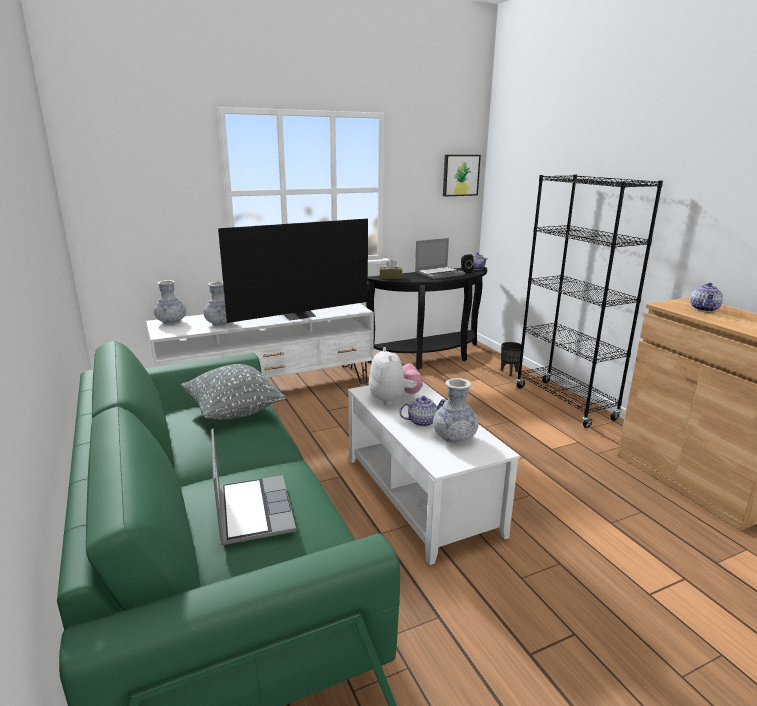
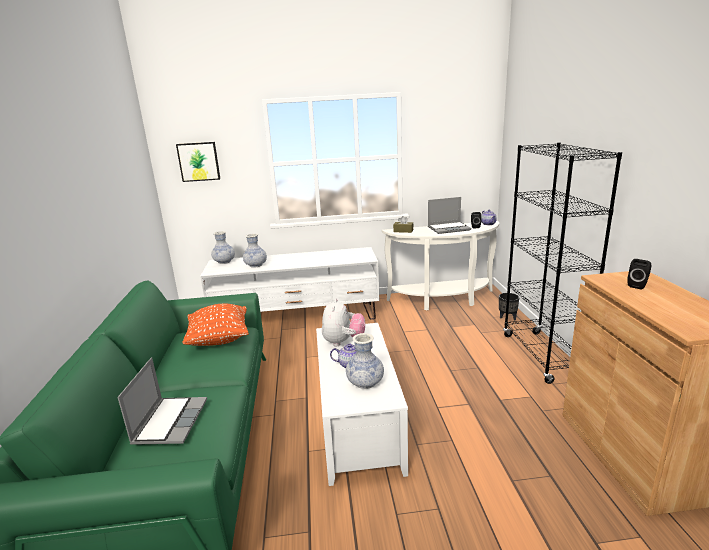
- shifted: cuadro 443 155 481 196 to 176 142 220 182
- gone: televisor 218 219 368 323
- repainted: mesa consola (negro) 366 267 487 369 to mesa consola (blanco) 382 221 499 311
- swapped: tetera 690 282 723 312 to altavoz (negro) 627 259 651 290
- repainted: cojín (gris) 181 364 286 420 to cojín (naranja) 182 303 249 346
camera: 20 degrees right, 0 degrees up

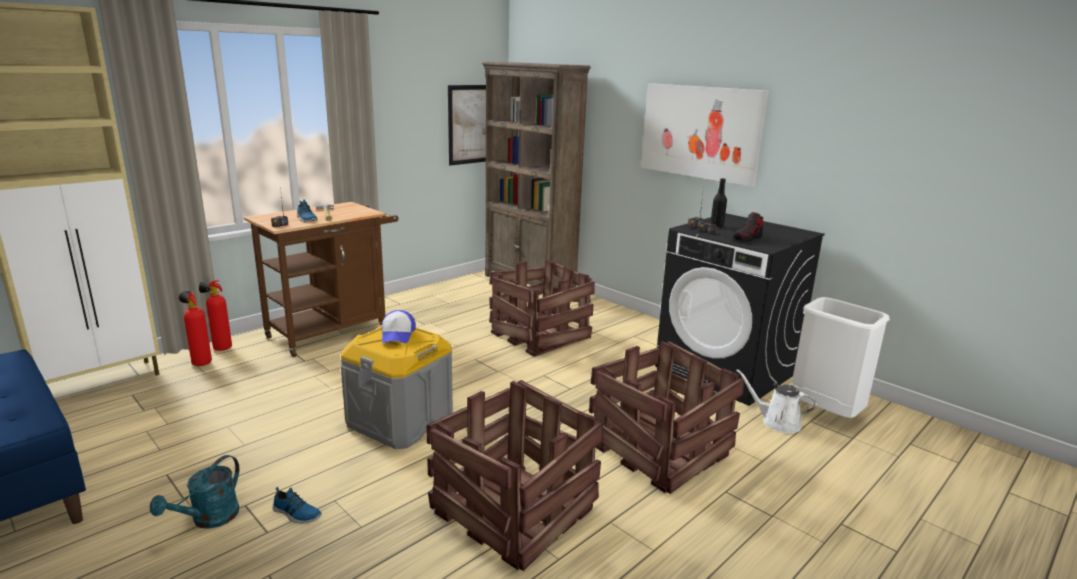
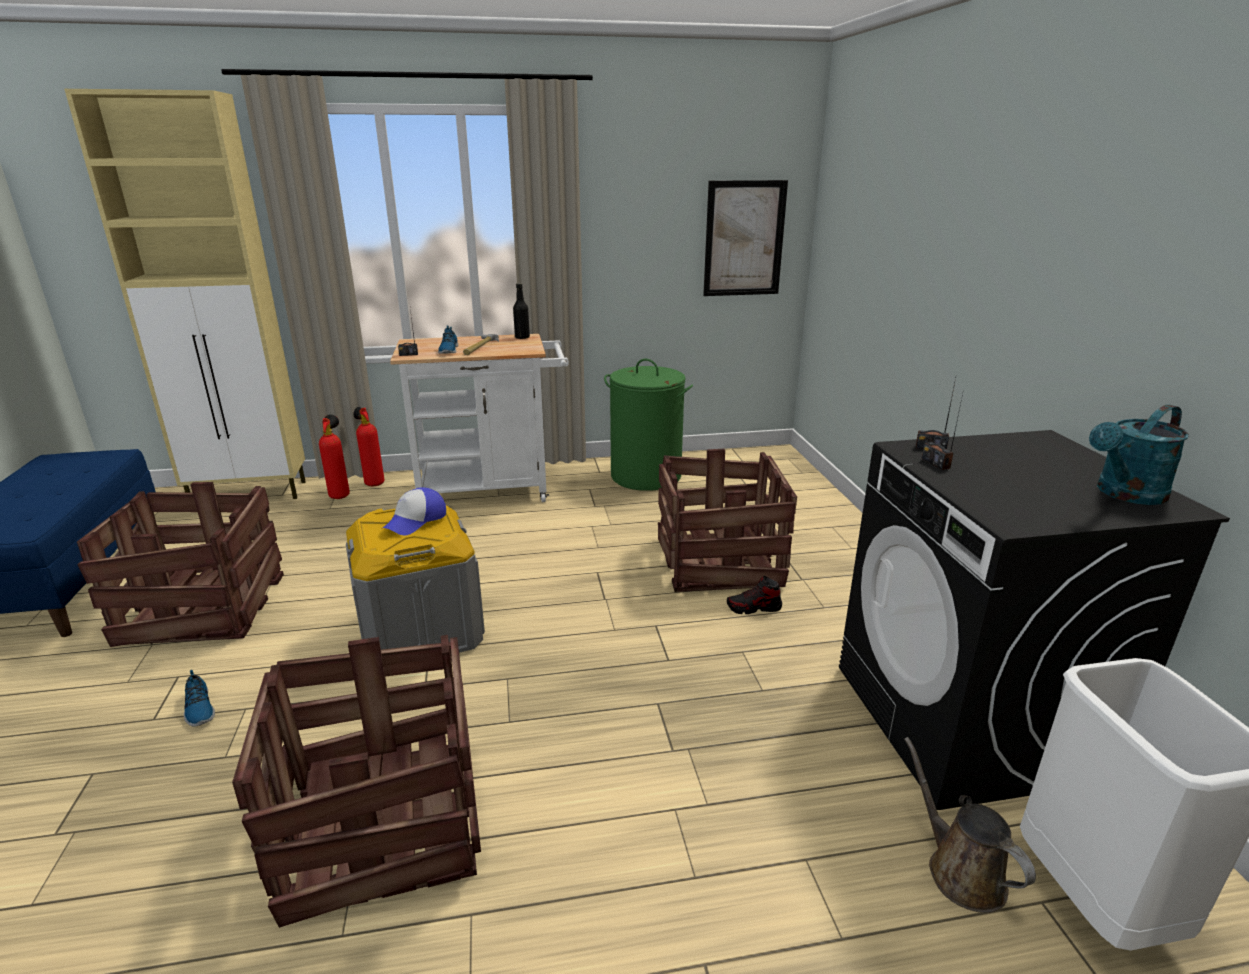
- gone: estantería (marrón) 482 62 591 288
- gone: cuadro 641 83 769 187
- shifted: botella (negro) 710 178 727 227 to 513 283 530 339
- repainted: carrito (marrón) 244 202 398 357 to carrito (blanco) 390 334 569 502
- shifted: zapato 733 212 763 242 to 727 576 782 614
- shifted: caja de embalaje 589 341 744 494 to 77 482 284 647
- repainted: regadera (blanco) 736 369 816 433 to regadera (marrón) 904 737 1036 913
- shifted: regadera (turquesa) 150 455 239 529 to 1089 404 1189 505
- new: cesto de la ropa (verde) 604 359 693 491
camera: 35 degrees right, 5 degrees up

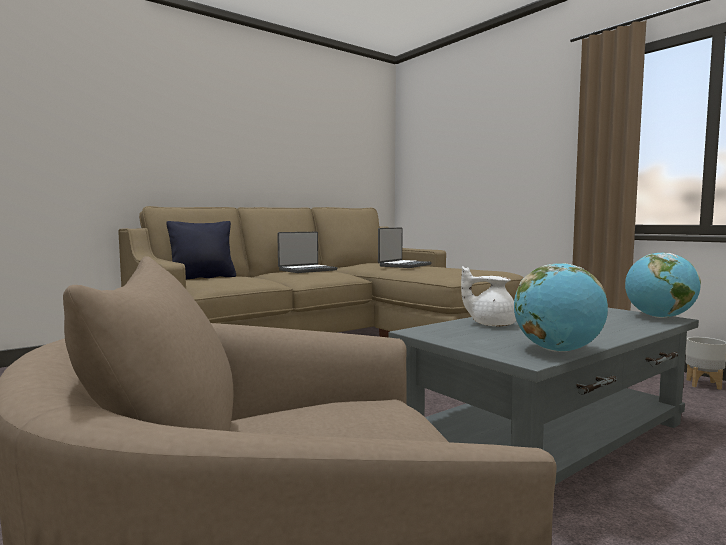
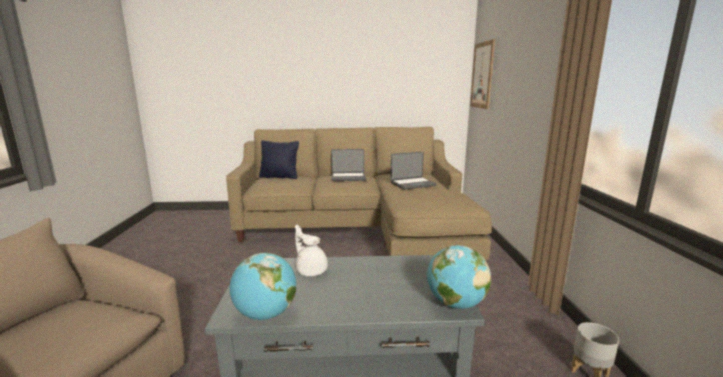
- new: cuadro 470 39 495 109
camera: 35 degrees right, 10 degrees up

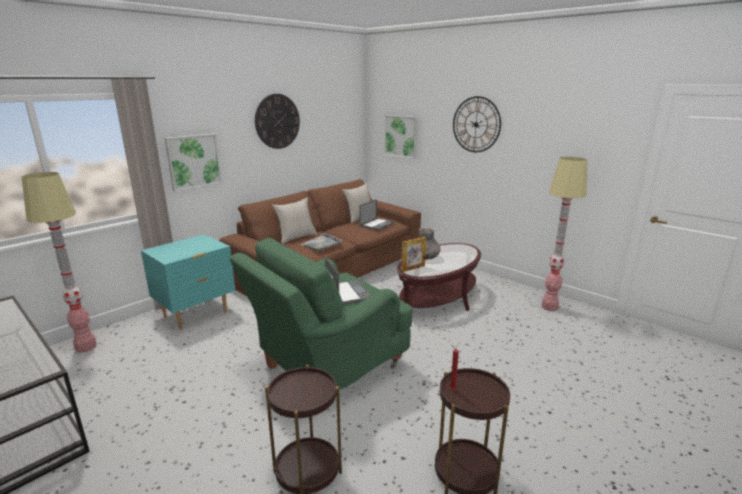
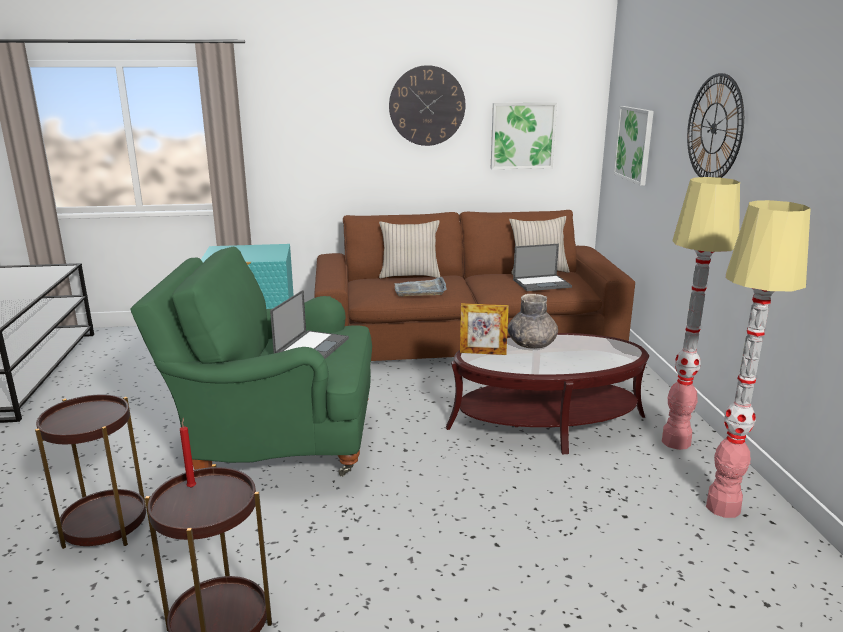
- shifted: cuadro 165 133 222 192 to 491 103 557 169
- shifted: lámpara de pie 22 172 97 353 to 662 177 740 450
camera: 40 degrees right, 0 degrees up

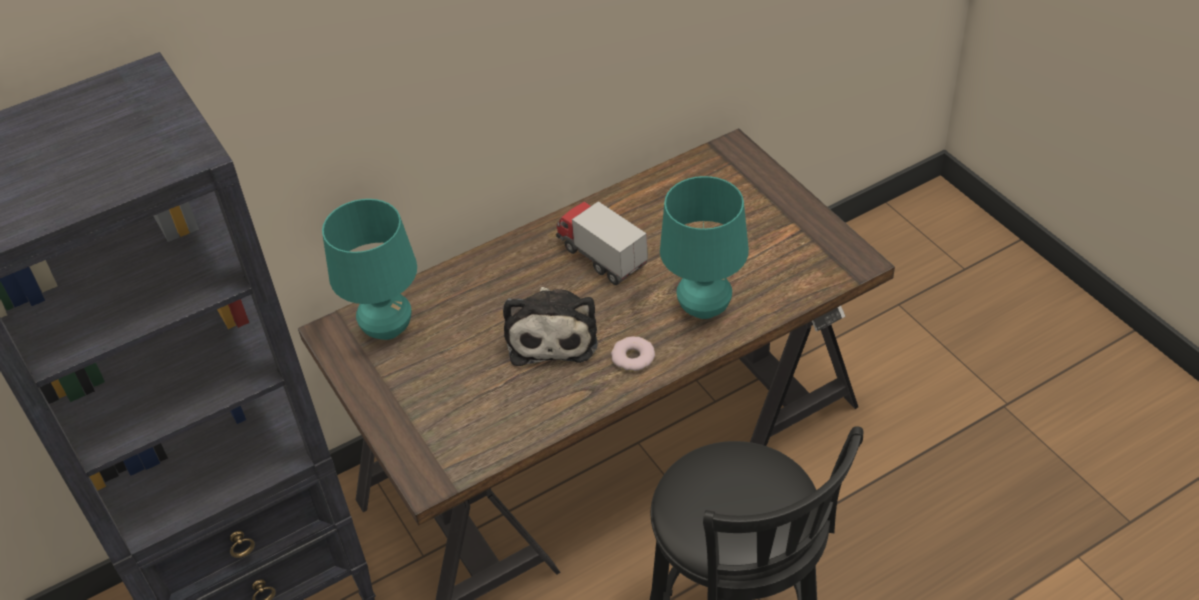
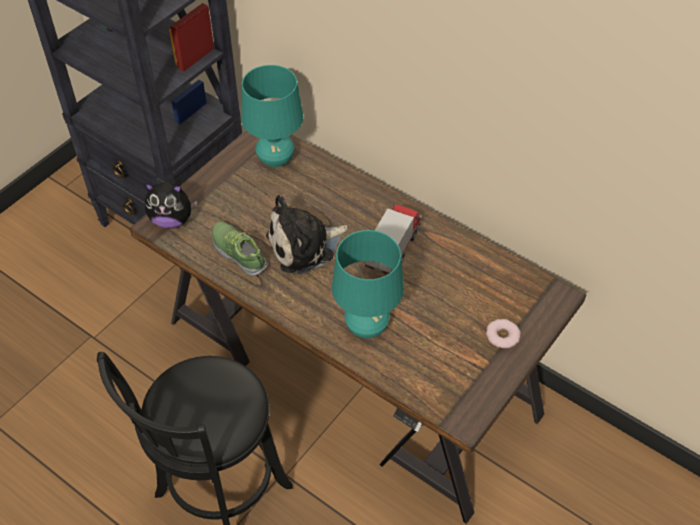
- shifted: rosquilla 611 336 655 371 to 486 319 521 348
- new: peluche 145 182 197 229
- new: zapato 212 222 268 277
camera: 65 degrees right, 5 degrees up

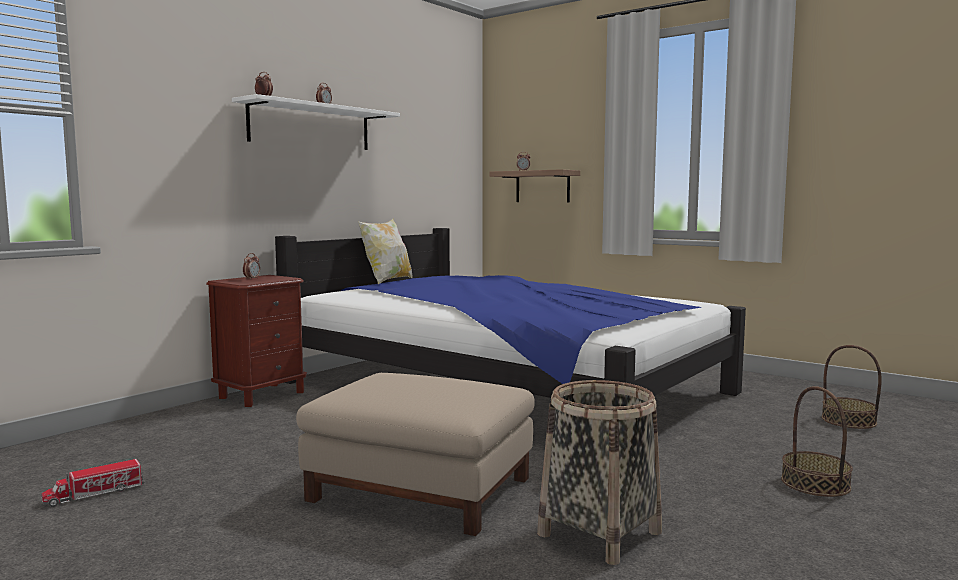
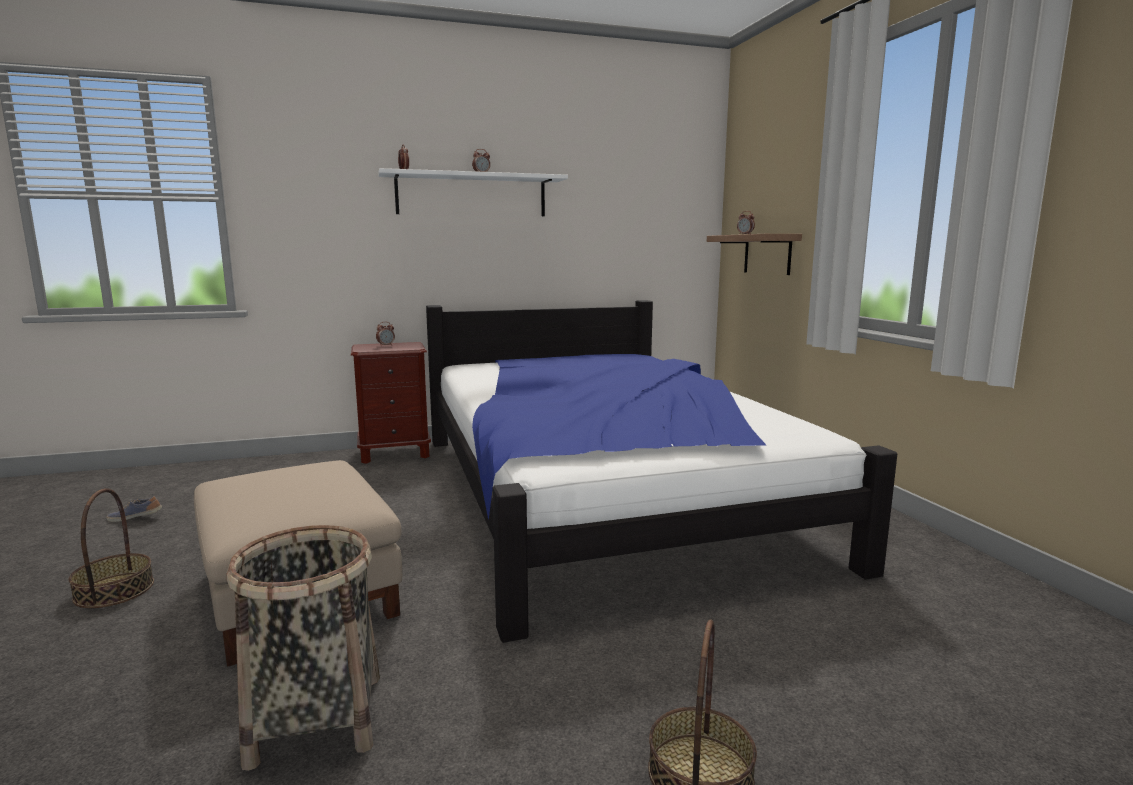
- gone: cojín 358 219 413 285
- shifted: cesta 822 345 882 429 to 69 488 154 608
- swapped: camión de juguete 41 459 145 507 to zapato 106 496 162 522
camera: 35 degrees right, 5 degrees up

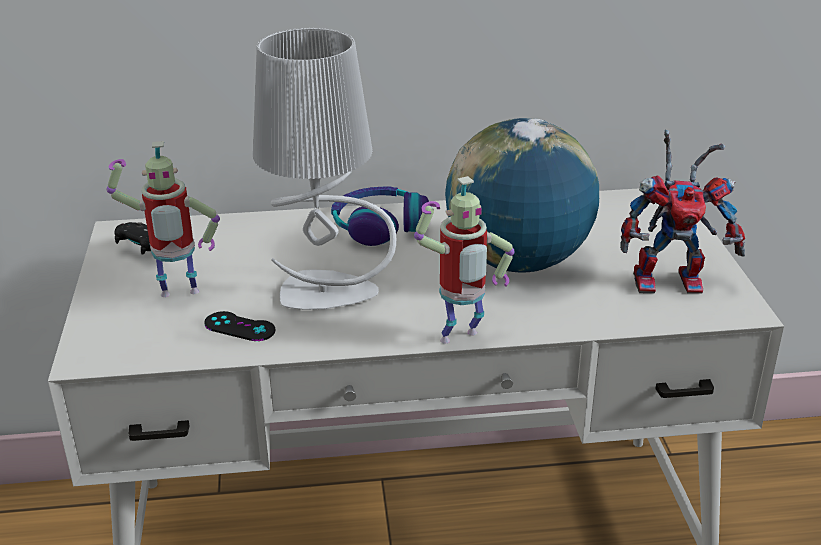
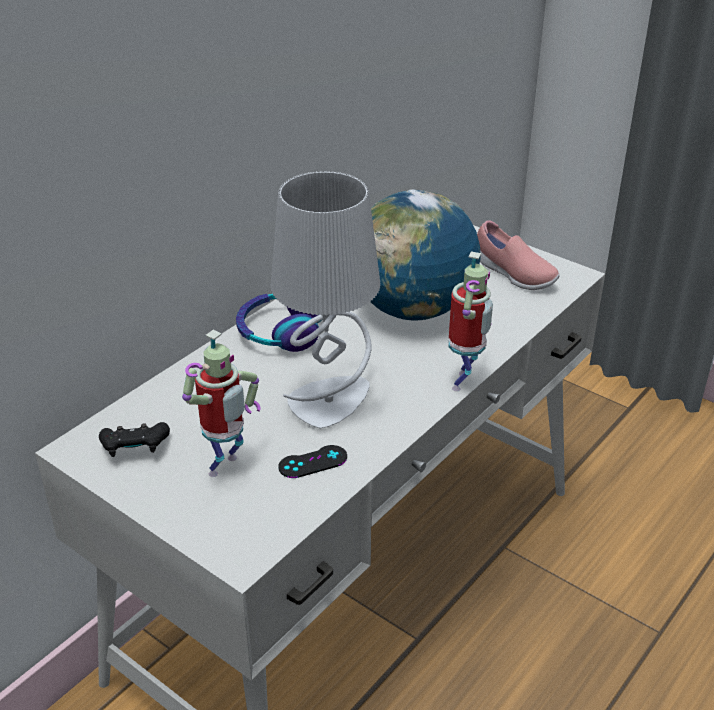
- swapped: robot de juguete 620 130 745 294 to zapato (rosa) 477 220 560 290
camera: 45 degrees left, 5 degrees up

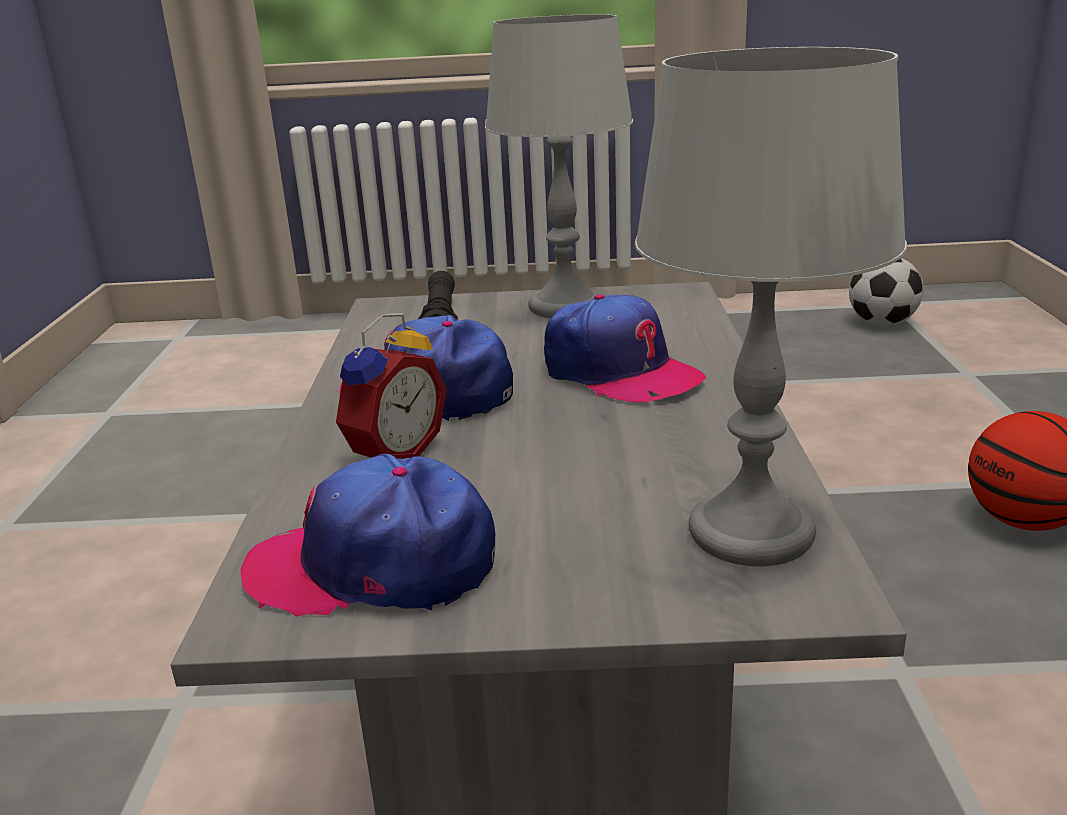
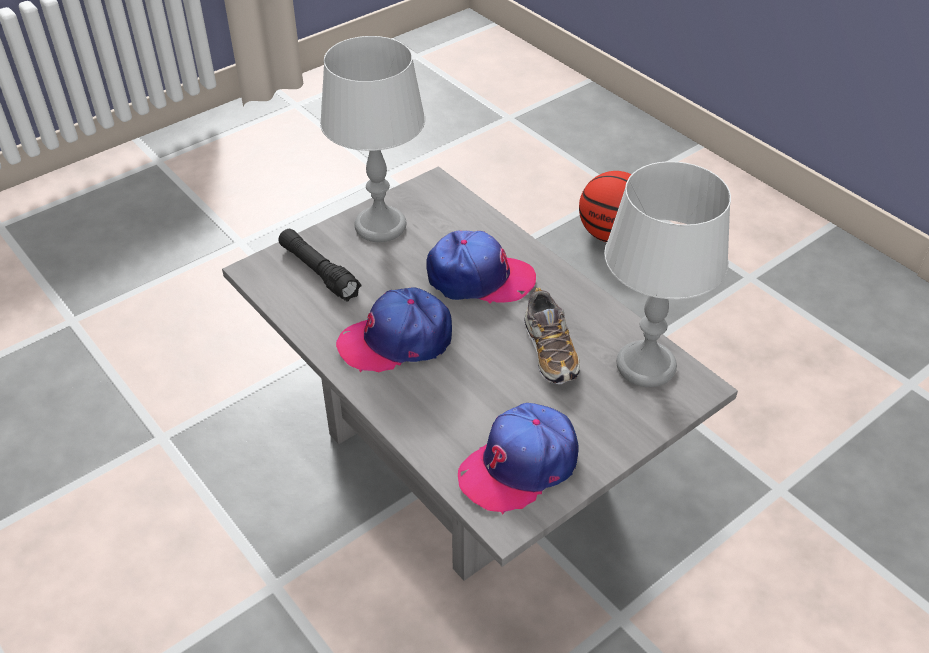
- gone: balón de fútbol 849 258 924 326
- gone: despertador 335 313 447 459
- new: zapato 524 287 580 384
camera: 40 degrees left, 20 degrees up

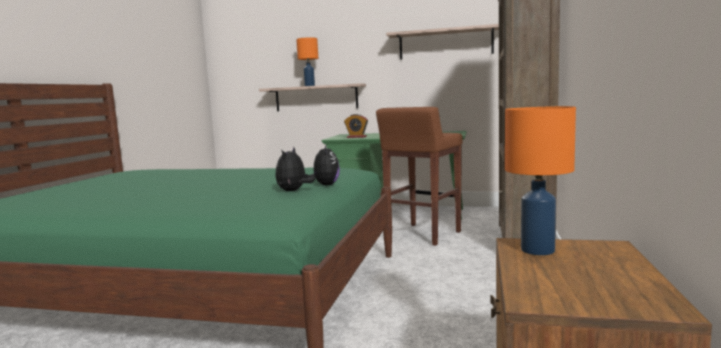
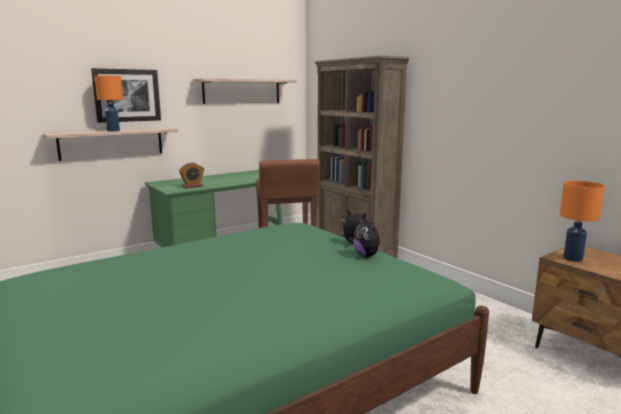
- new: cuadro 91 68 161 123
camera: 50 degrees left, 5 degrees up

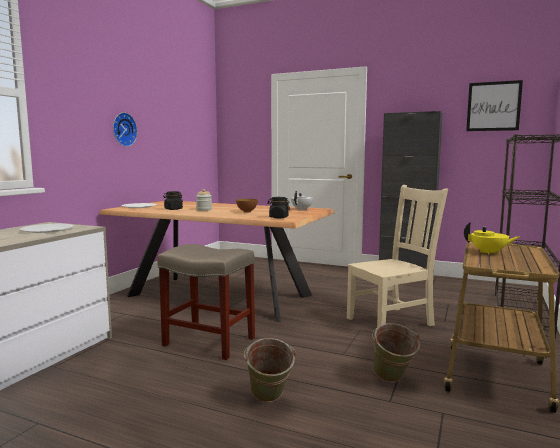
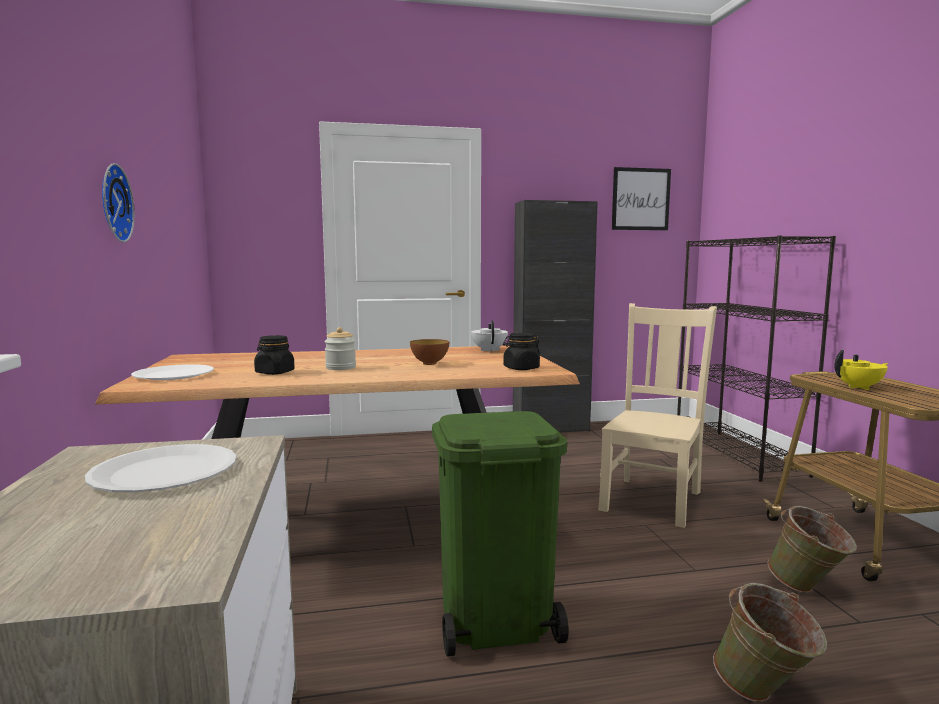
- swapped: taburete (beis) 157 244 255 360 to papelera (verde) 432 411 569 656
camera: 35 degrees left, 0 degrees up

